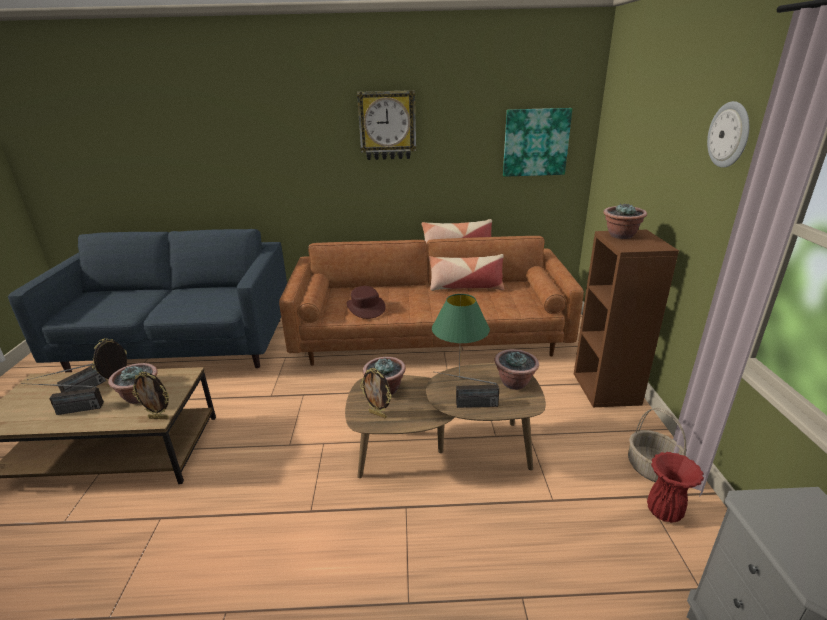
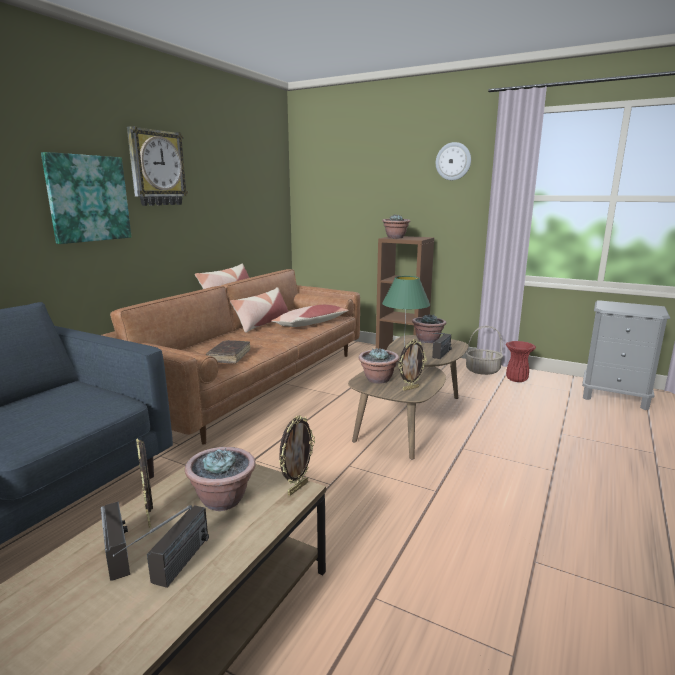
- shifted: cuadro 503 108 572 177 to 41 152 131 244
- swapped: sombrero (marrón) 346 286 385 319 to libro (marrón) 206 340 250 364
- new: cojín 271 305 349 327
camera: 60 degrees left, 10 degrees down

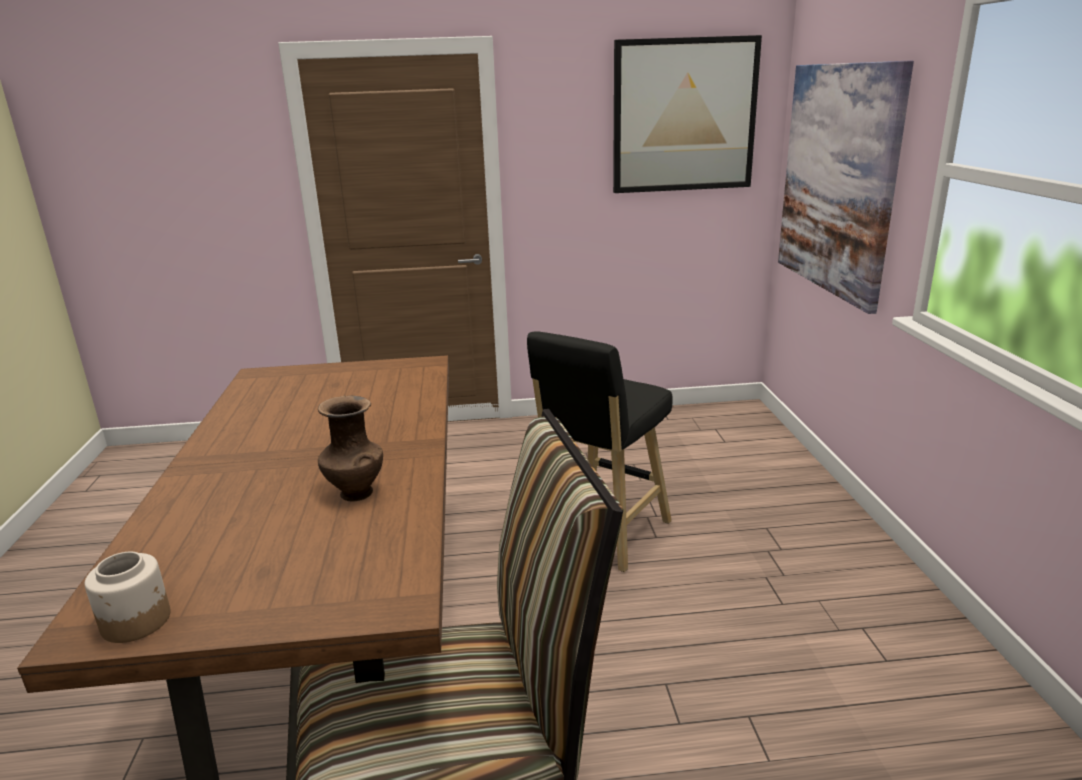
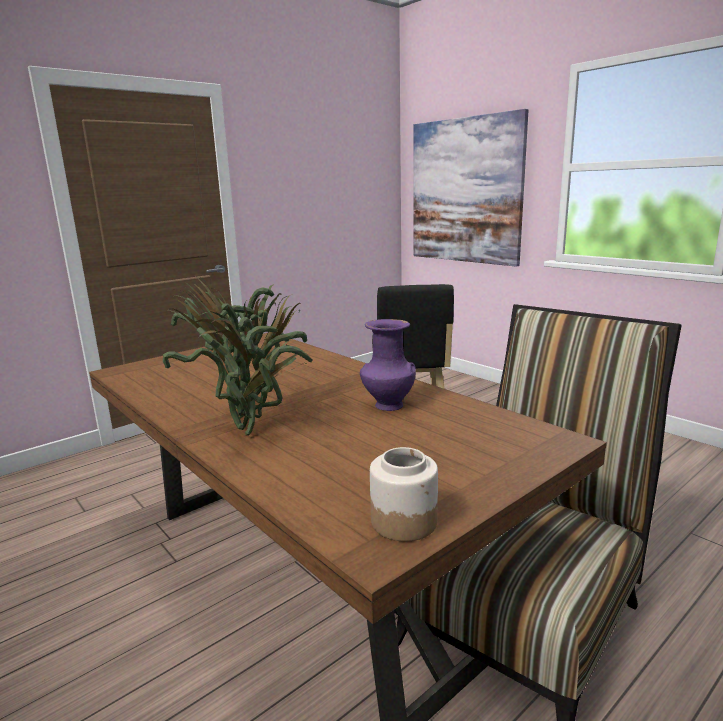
- gone: cuadro 613 35 762 193
- repainted: florero (marrón) 318 395 383 501 to florero (morado) 360 319 416 411
- new: planta en maceta 163 278 312 435
camera: 35 degrees left, 5 degrees down

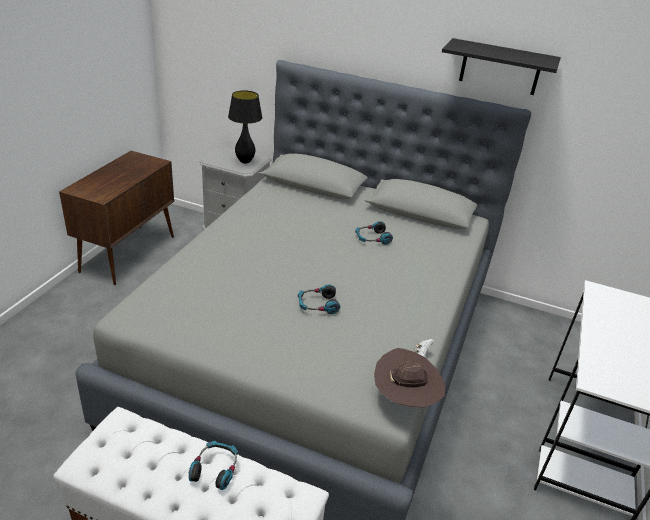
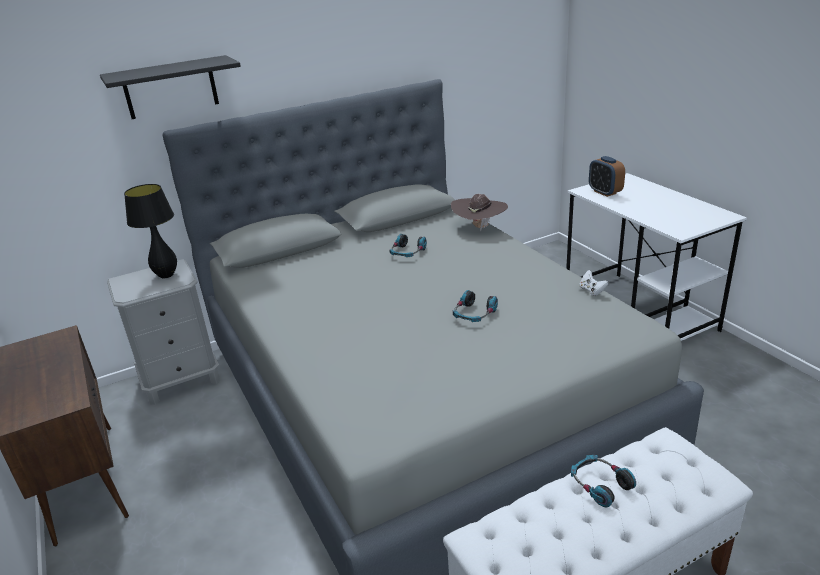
- shifted: estante (negro) 442 38 561 95 to 100 55 241 119
- shifted: sombrero (marrón) 374 348 445 407 to 451 194 508 231
- new: despertador 589 156 625 197
camera: 45 degrees left, 5 degrees down

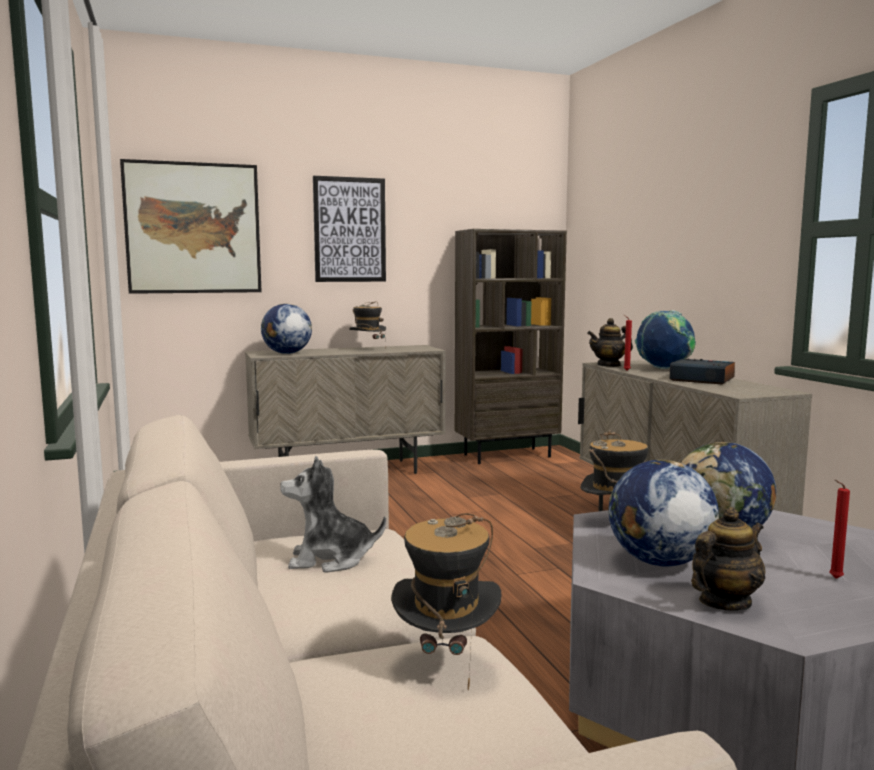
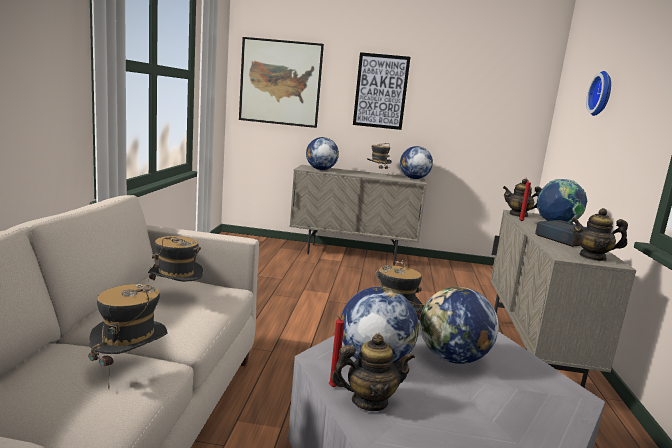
- gone: estantería (marrón) 455 229 567 464
- swapped: peluche 280 456 386 572 to sombrero 148 236 203 282
- shifted: vela (rojo) 830 480 850 579 to 329 311 344 387
- new: reloj de pared 586 71 611 116
- new: globo terráqueo 400 146 433 179
- new: tetera 571 208 628 261
camera: 25 degrees right, 5 degrees up

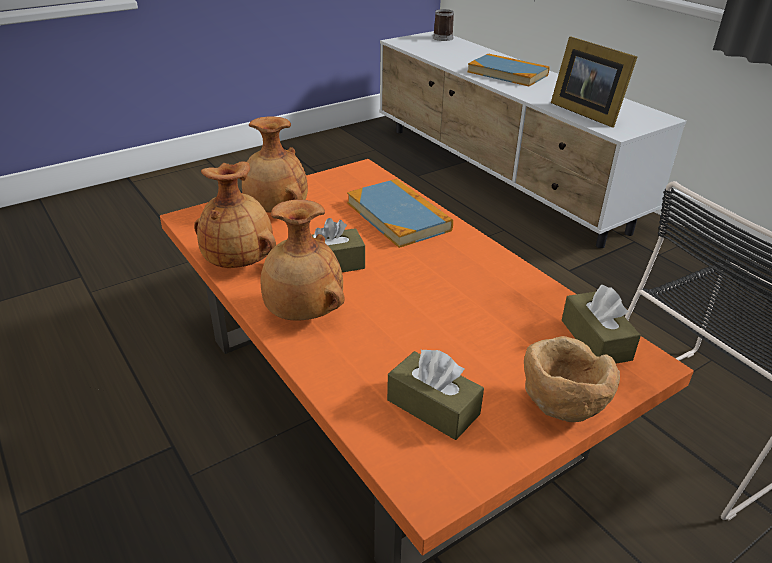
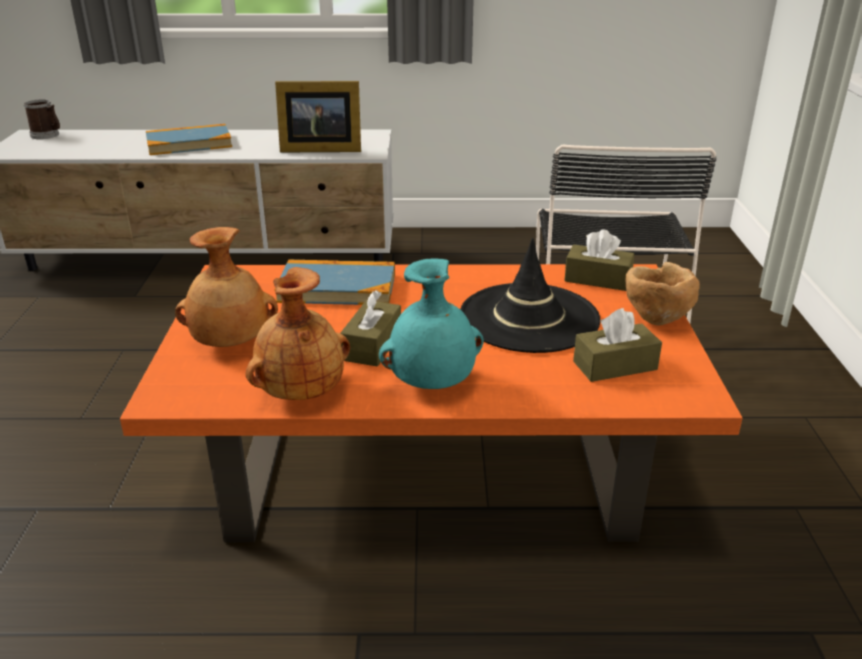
- repainted: florero (marrón) 261 199 345 321 to florero (turquesa) 379 258 484 389
- new: sombrero (negro) 460 238 600 353
camera: 55 degrees left, 5 degrees down

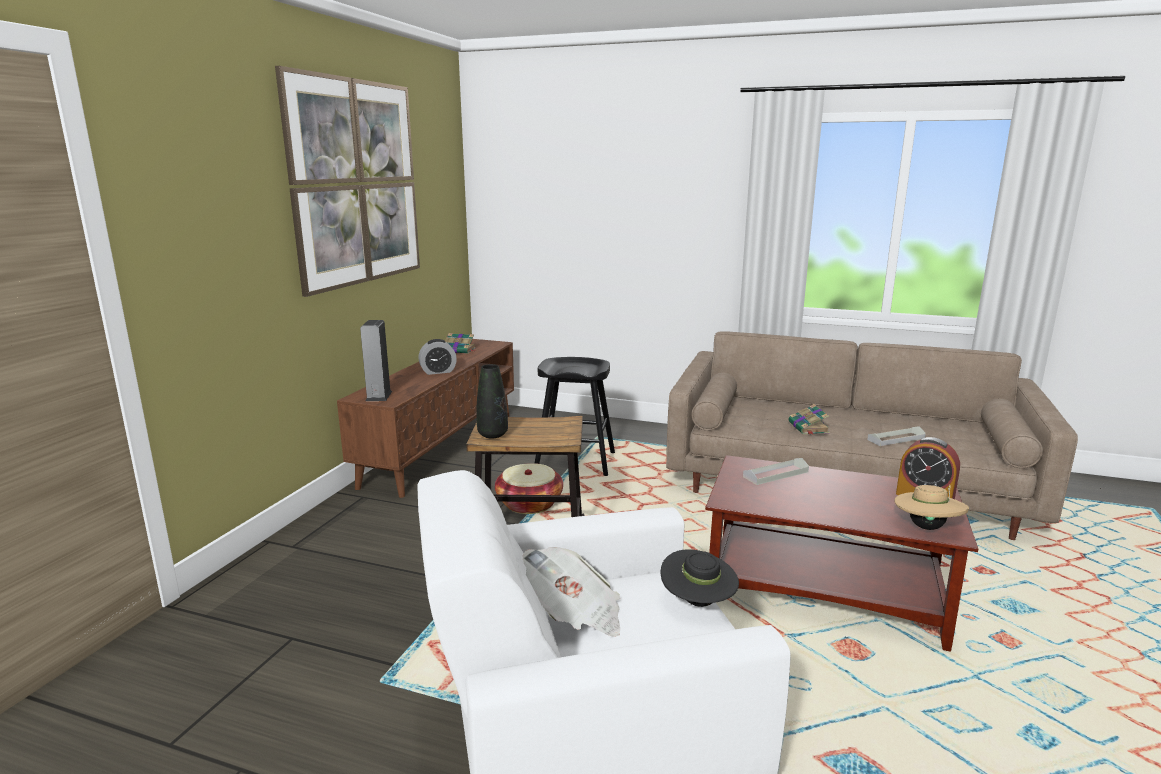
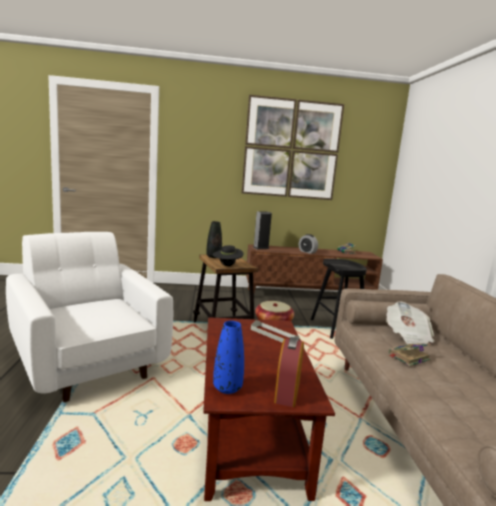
- gone: bandeja (gris) 867 426 926 446
- swapped: sombrero (beis) 894 485 969 530 to florero (azul) 213 321 244 394
- shifted: periódico 522 547 620 637 to 386 301 434 344
- shifted: sombrero (negro) 661 549 739 607 to 213 245 244 266
camera: 65 degrees right, 5 degrees down

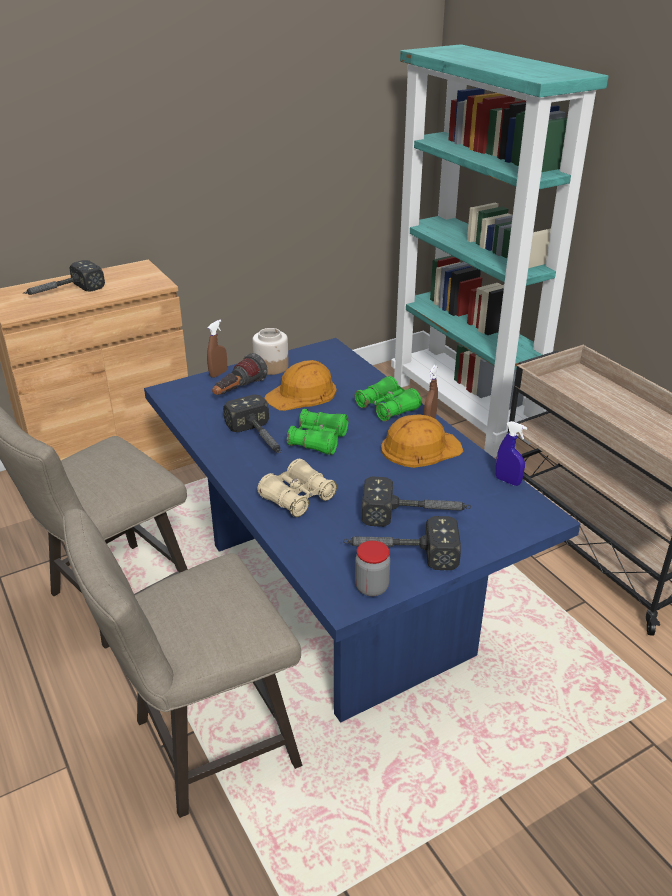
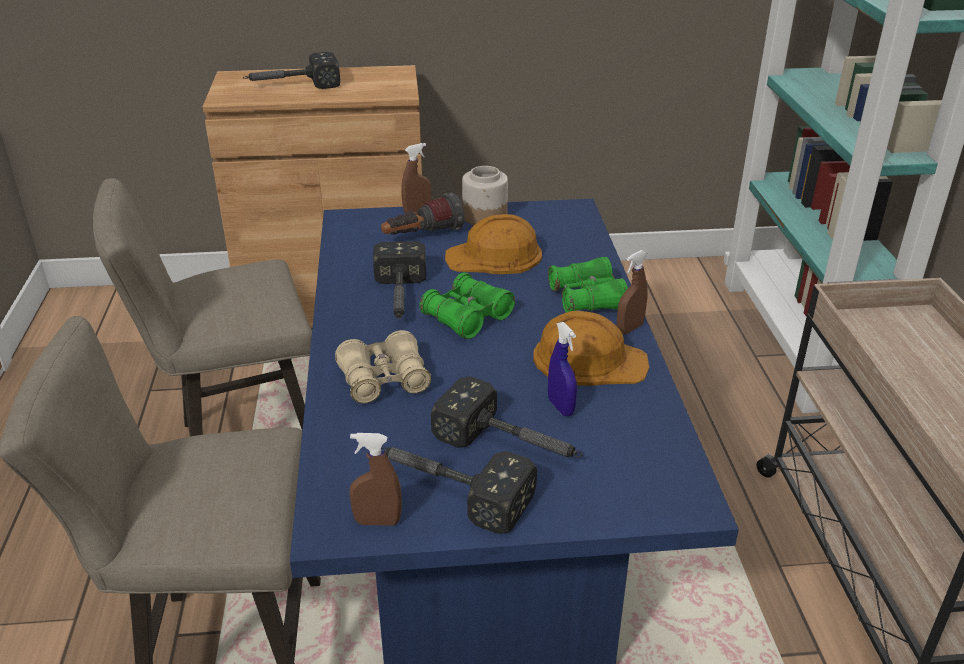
- shifted: pulverizador (azul) 496 421 527 486 to 548 322 577 416
- swapped: tarro 355 540 390 596 to pulverizador (marrón) 349 433 402 526
camera: 25 degrees right, 0 degrees up

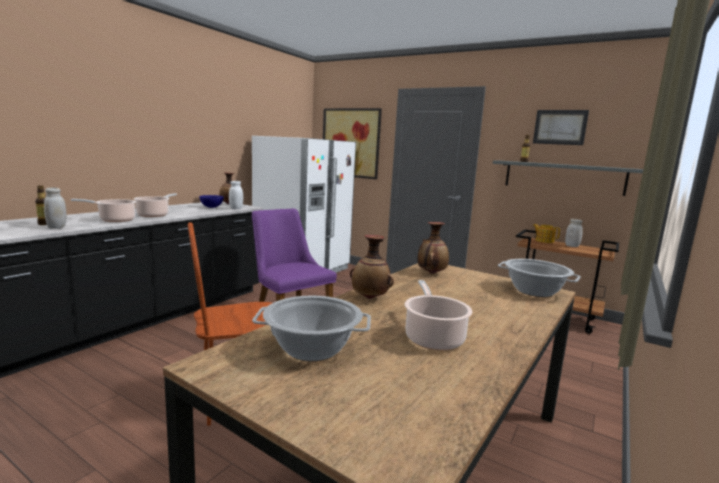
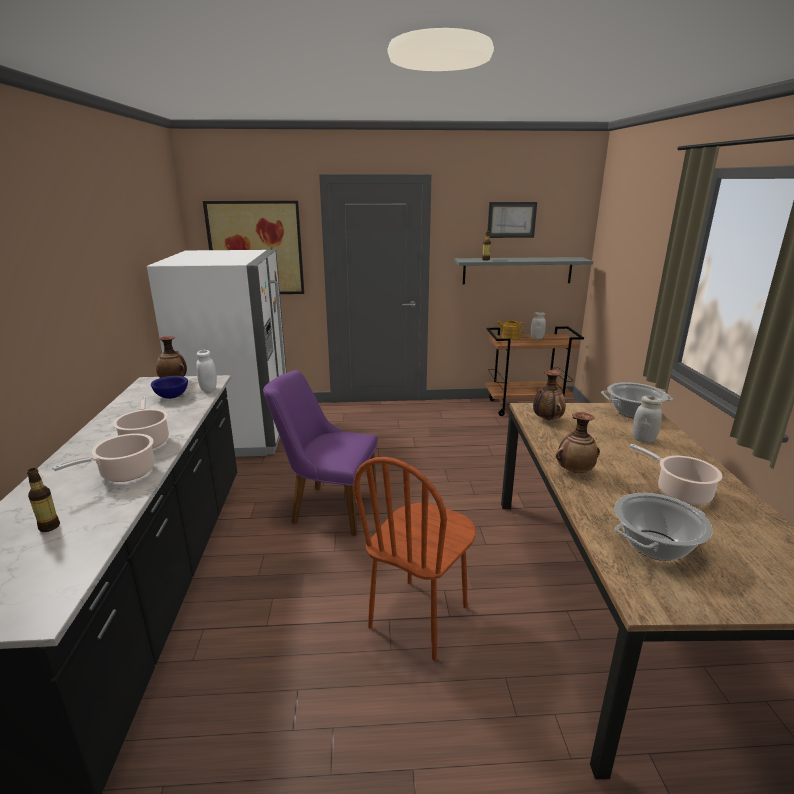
- shifted: tarro (blanco) 44 187 67 229 to 632 396 662 443
camera: 35 degrees left, 10 degrees up

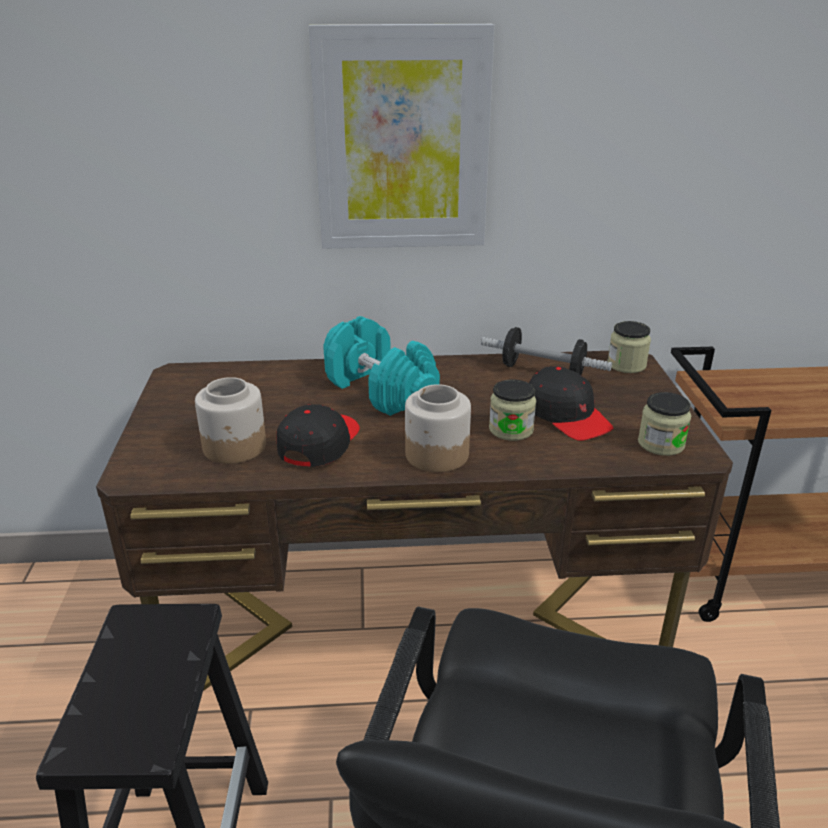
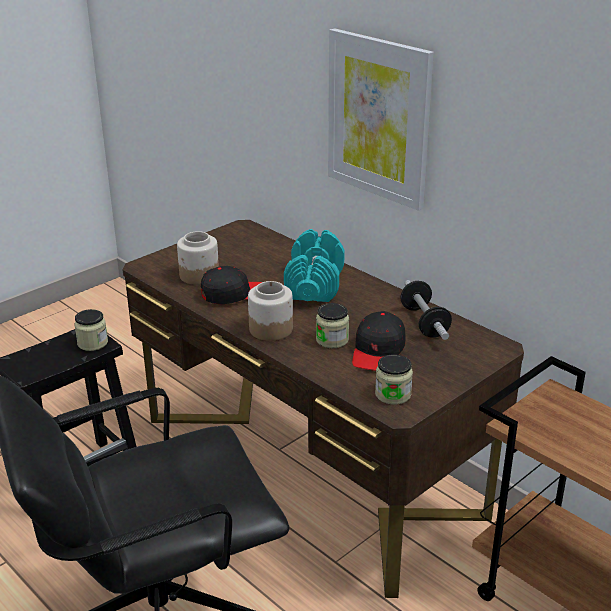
- shifted: tarro 607 321 651 373 to 74 309 108 351
camera: 50 degrees right, 0 degrees up

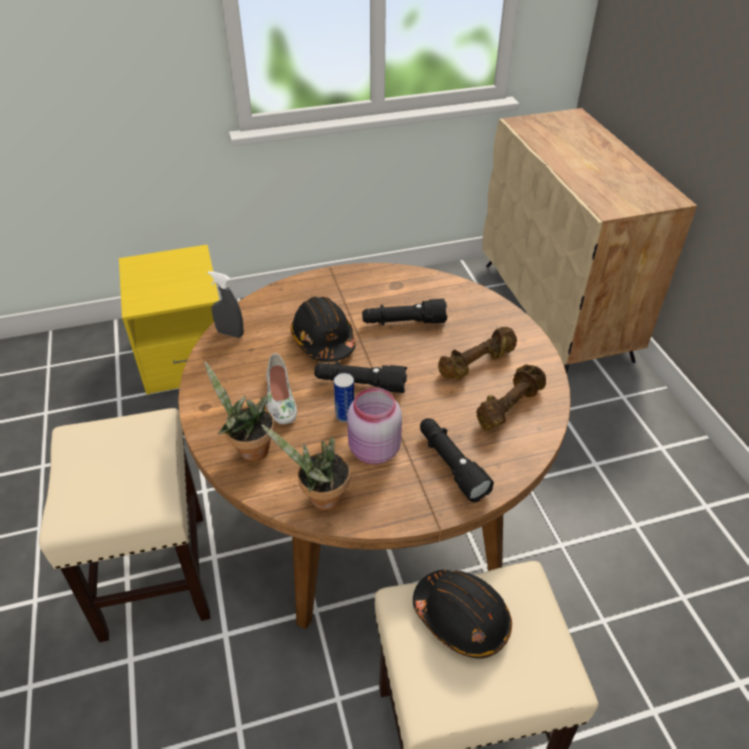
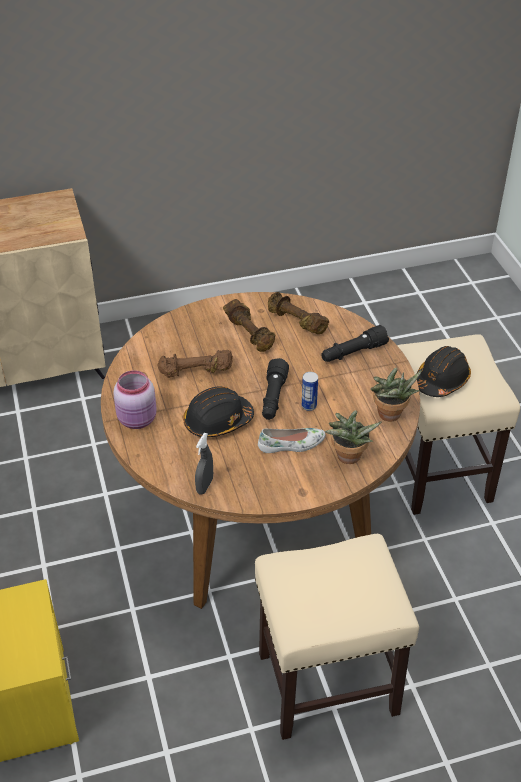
- swapped: linterna (negro) 362 299 447 325 to mancuerna (marrón) 157 350 233 378
- shifted: tarro (rosa) 347 387 402 464 to 113 370 157 429
camera: 90 degrees left, 0 degrees up

